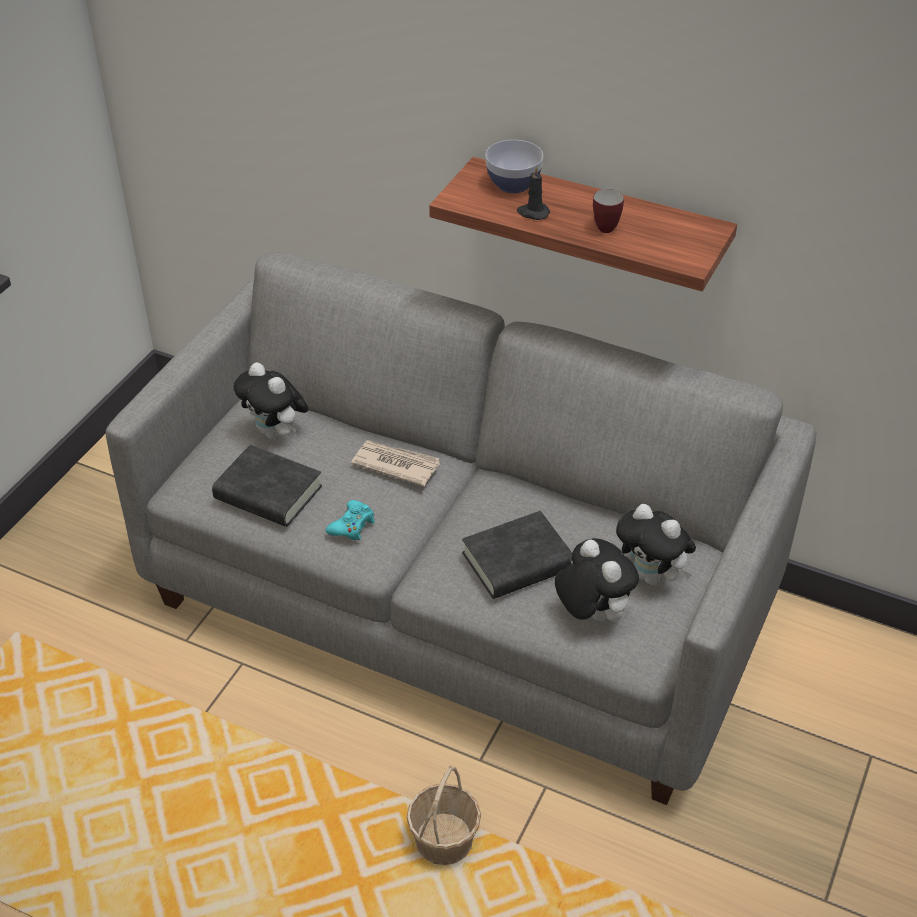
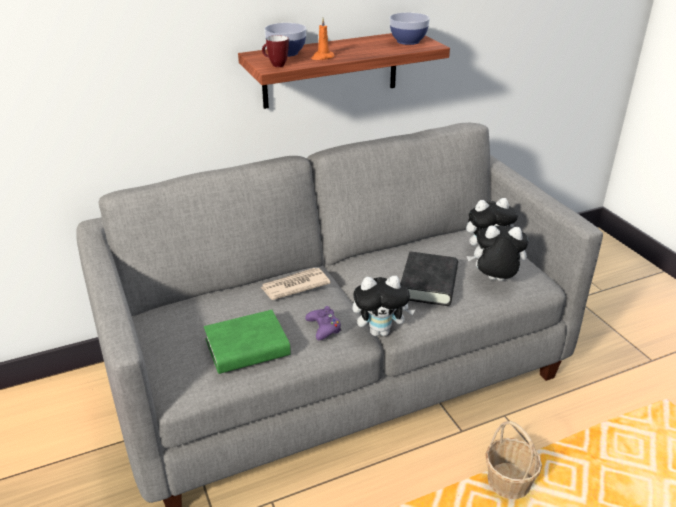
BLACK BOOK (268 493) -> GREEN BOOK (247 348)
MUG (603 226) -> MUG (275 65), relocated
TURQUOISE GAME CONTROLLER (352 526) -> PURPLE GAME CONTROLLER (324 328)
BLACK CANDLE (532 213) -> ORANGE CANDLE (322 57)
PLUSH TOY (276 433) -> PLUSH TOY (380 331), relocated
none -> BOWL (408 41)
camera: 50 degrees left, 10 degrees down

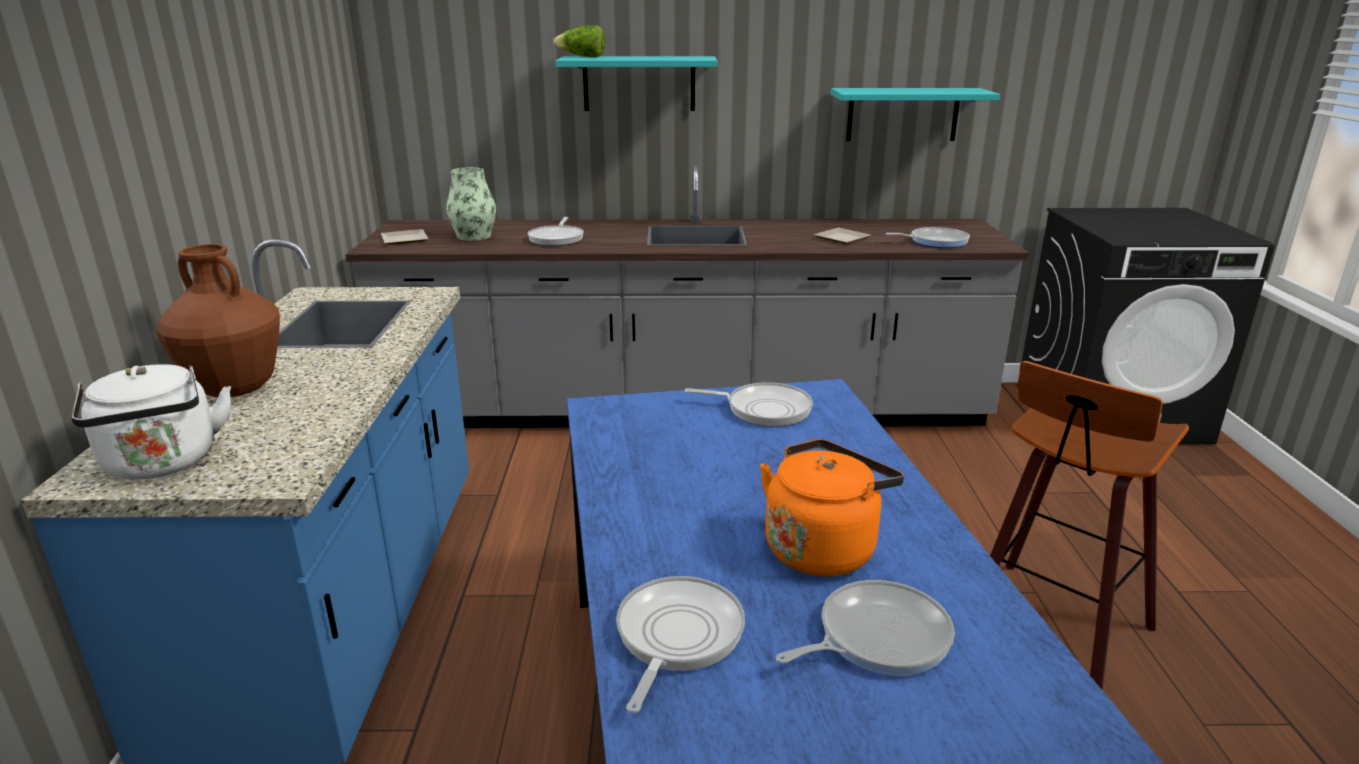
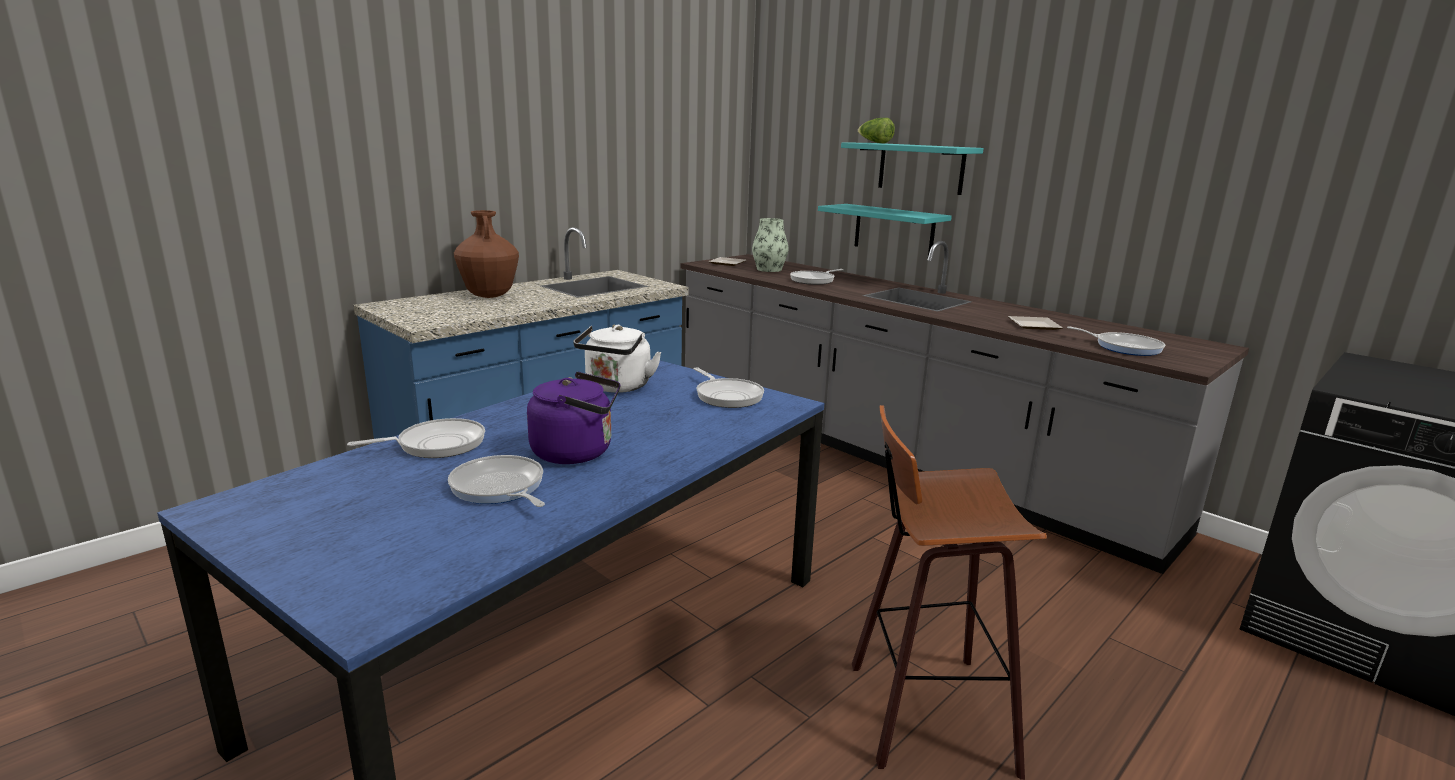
FRYING PAN (877 637) -> FRYING PAN (499 488), 150 degrees counterclockwise
ORANGE KETTLE (823 548) -> PURPLE KETTLE (577 452)
WHITE KETTLE (163 464) -> WHITE KETTLE (617 387), relocated
TURQUOISE SHELF (902 114) -> TURQUOISE SHELF (894 230), relocated
camera: 45 degrees right, 5 degrees down

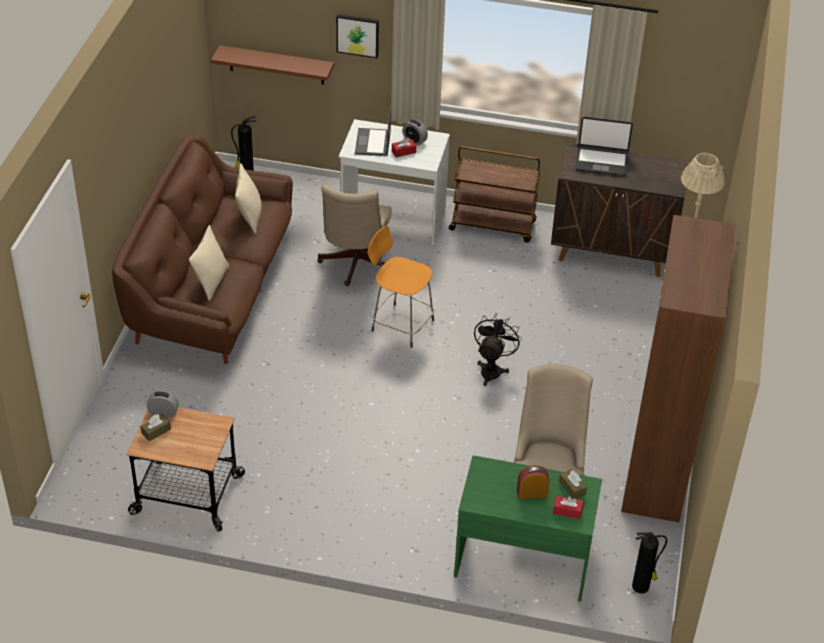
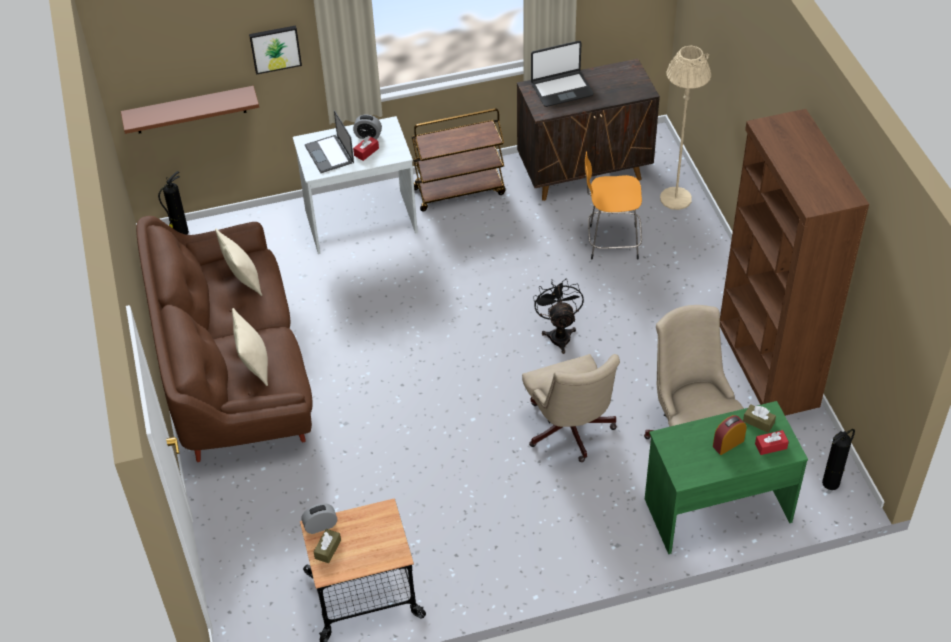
BEIGE OFFICE CHAIR (354 265) -> BEIGE OFFICE CHAIR (570 432), relocated
ORANGE STOOL (400 324) -> ORANGE STOOL (611 242), relocated
camera: 25 degrees left, 5 degrees up

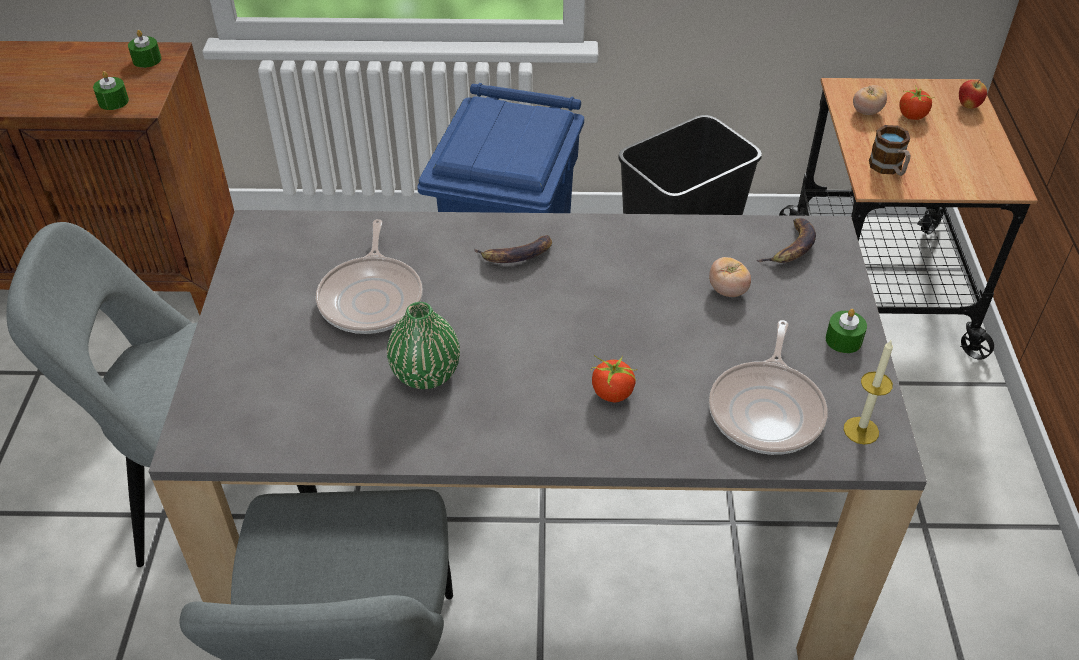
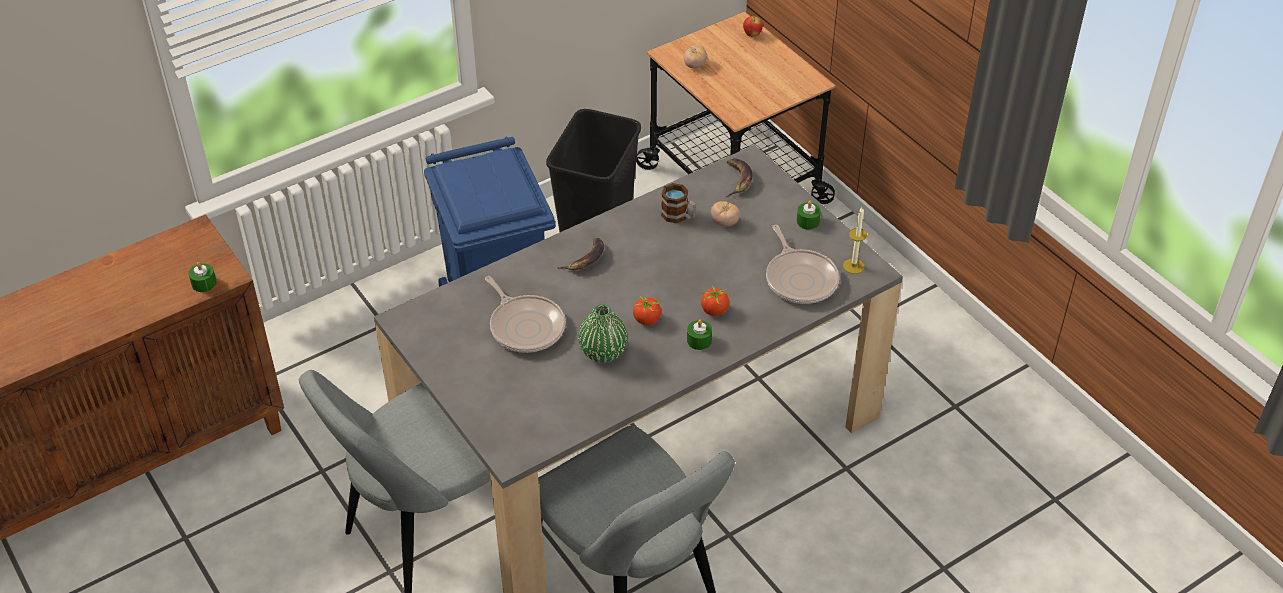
TOMATO (912 116) -> TOMATO (647 320), relocated
MUG (888 169) -> MUG (679 216), relocated
GREEN CANDLE (147 60) -> GREEN CANDLE (699 340), relocated
camera: 35 degrees left, 0 degrees up

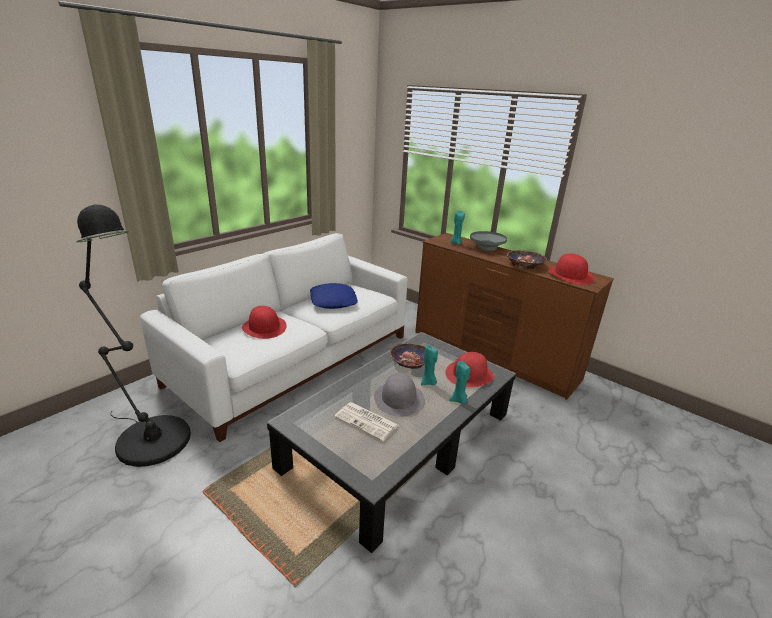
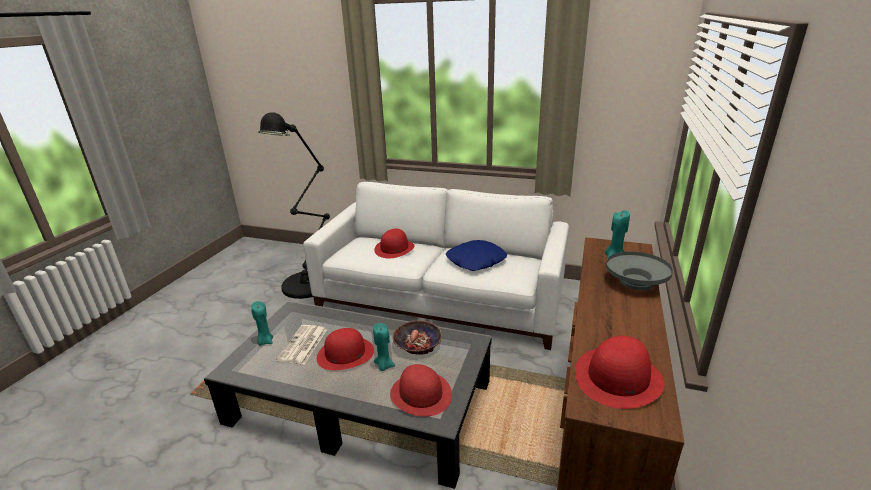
TURQUOISE CANDLE (459 400) -> TURQUOISE CANDLE (265 341), relocated
GREY HAT (399 399) -> RED HAT (345 354)
BOWL (525 264) -> none
camera: 70 degrees right, 0 degrees up

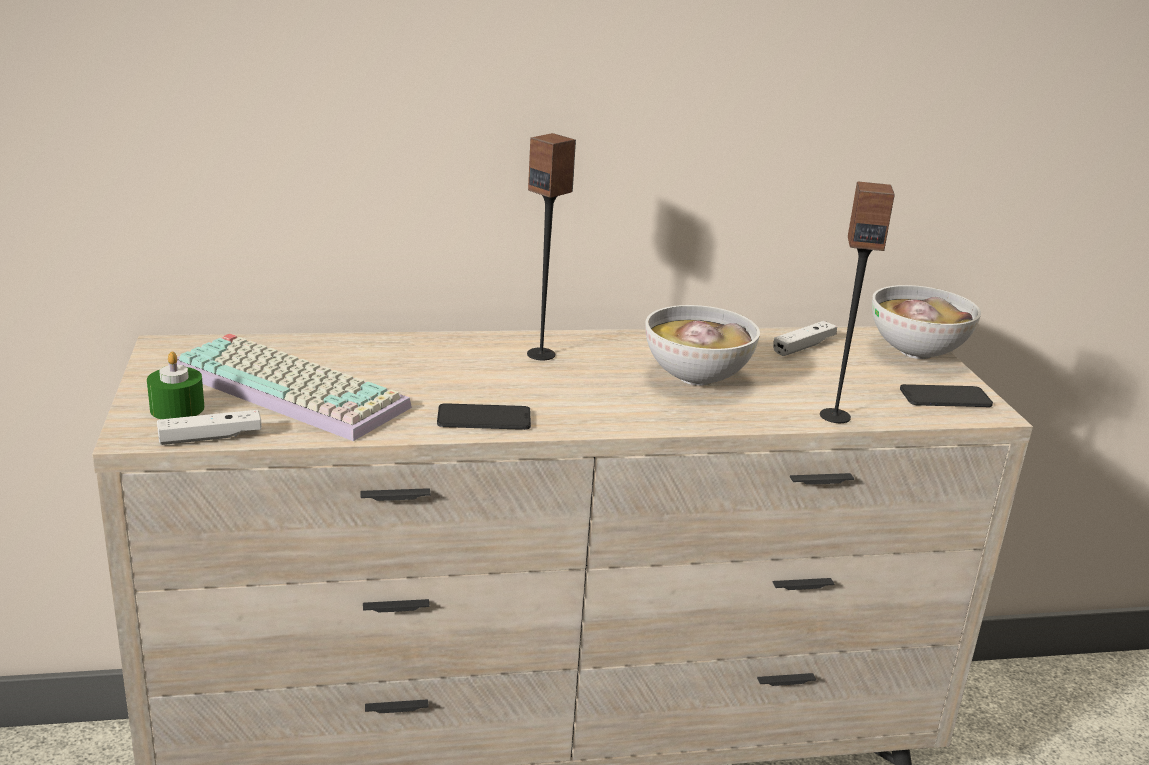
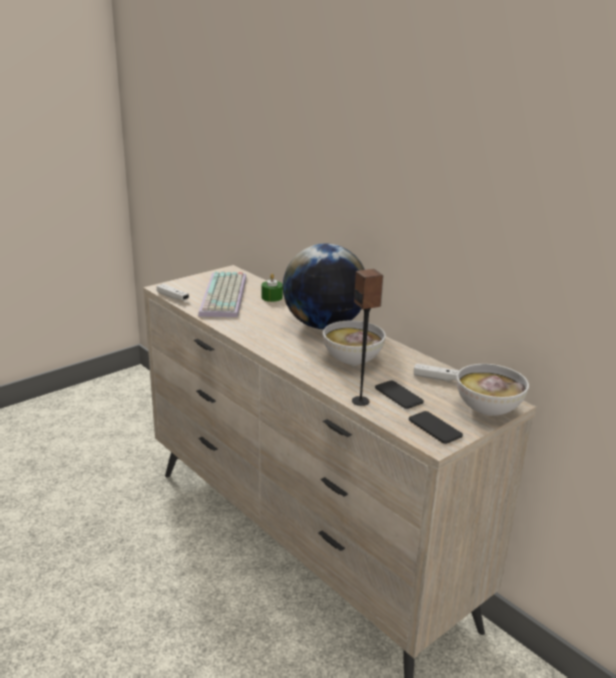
GREEN CANDLE (177 408) -> GREEN CANDLE (272 297), relocated
SPEAKER (541 354) -> GLOBE (323 325)
PHONE (484 418) -> PHONE (398 395), relocated
camera: 60 degrees right, 0 degrees up

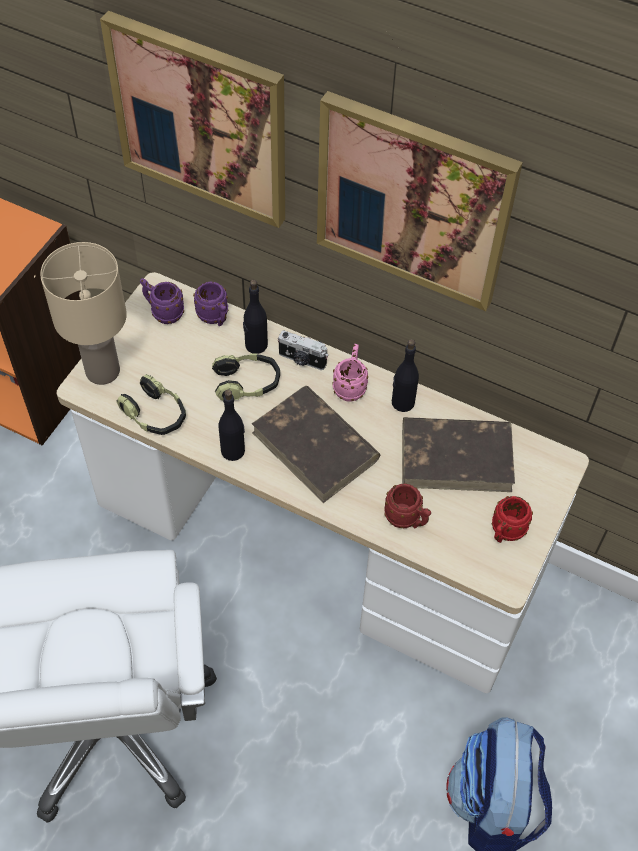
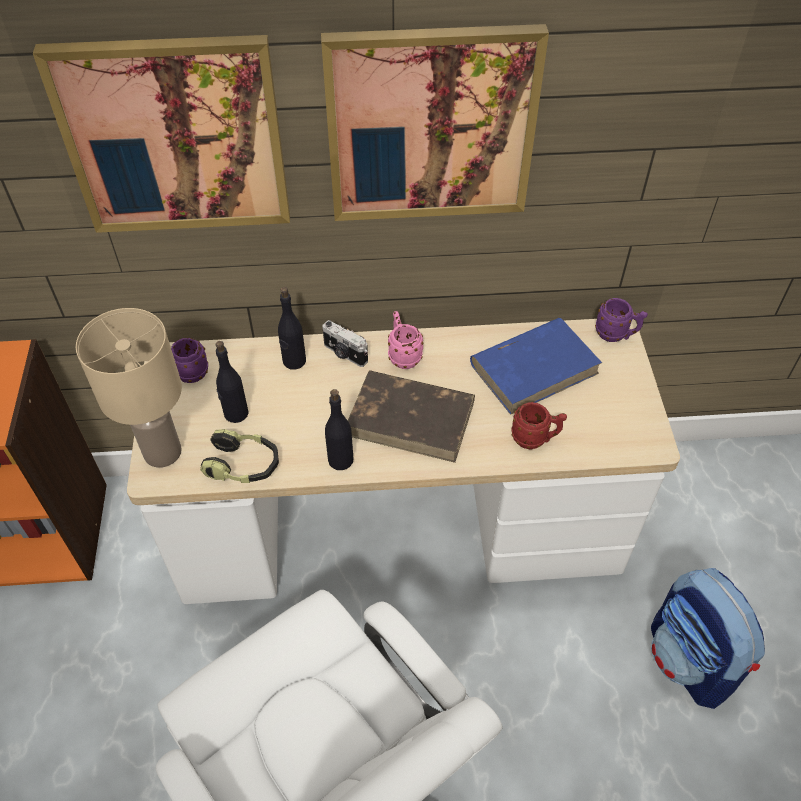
BLACK BOTTLE (402 402) -> BLACK BOTTLE (235 413), relocated
PHOTO CAMERA (302 360) -> PHOTO CAMERA (344 354), 45 degrees clockwise
BROWN BOOK (457 457) -> BLUE BOOK (535 368)
PURPLE MUG (215 318) -> PURPLE MUG (616 335), relocated
HEADPHONES (247 383) -> none
RED MUG (505 533) -> none
camera: 30 degrees left, 5 degrees down

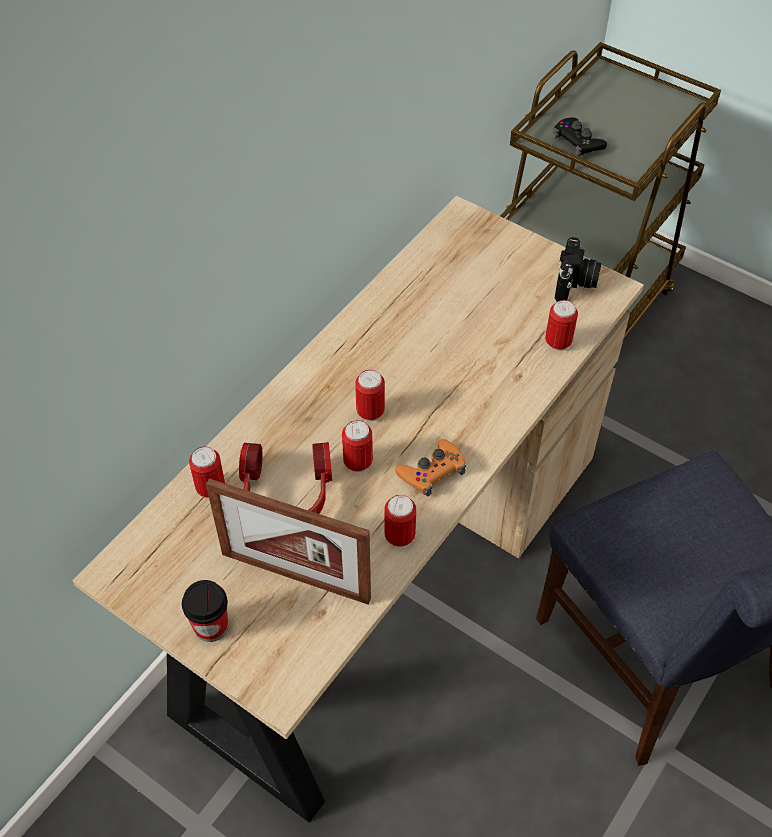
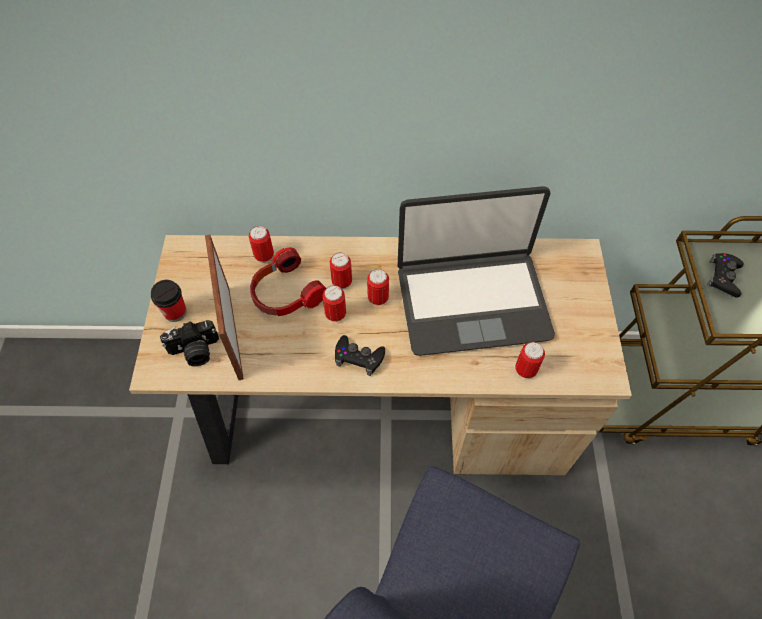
PHOTO CAMERA (575 283) -> PHOTO CAMERA (195 352), relocated
CAN (399 536) -> CAN (342 282), relocated
ORANGE GAME CONTROLLER (432 471) -> BLACK GAME CONTROLLER (359 357)
none -> LAPTOP (472 301)
camera: 55 degrees right, 5 degrees up

